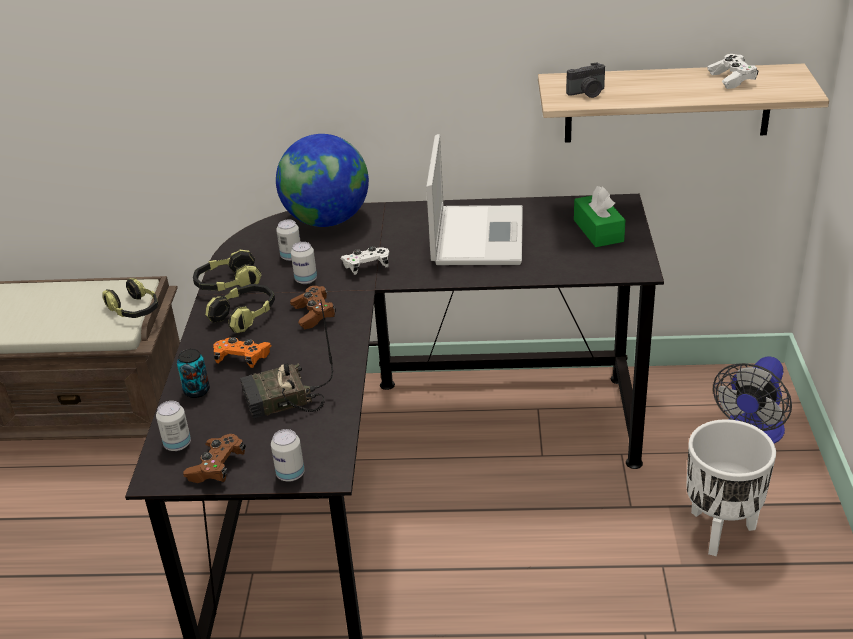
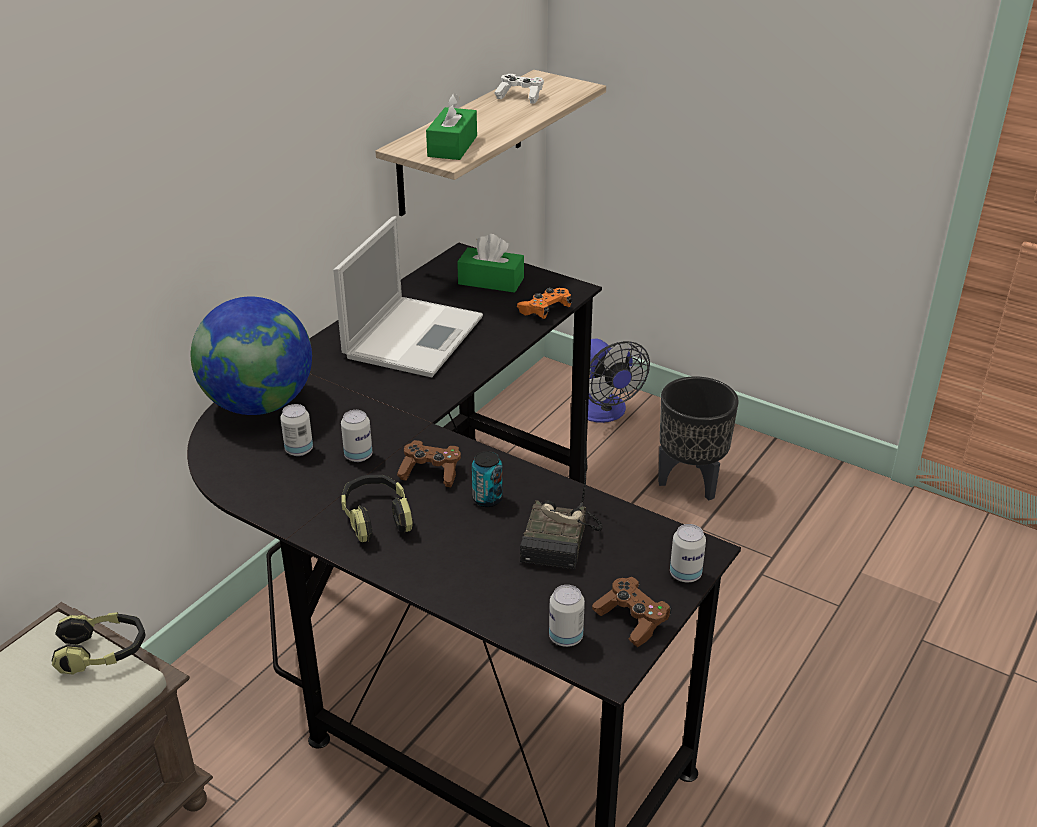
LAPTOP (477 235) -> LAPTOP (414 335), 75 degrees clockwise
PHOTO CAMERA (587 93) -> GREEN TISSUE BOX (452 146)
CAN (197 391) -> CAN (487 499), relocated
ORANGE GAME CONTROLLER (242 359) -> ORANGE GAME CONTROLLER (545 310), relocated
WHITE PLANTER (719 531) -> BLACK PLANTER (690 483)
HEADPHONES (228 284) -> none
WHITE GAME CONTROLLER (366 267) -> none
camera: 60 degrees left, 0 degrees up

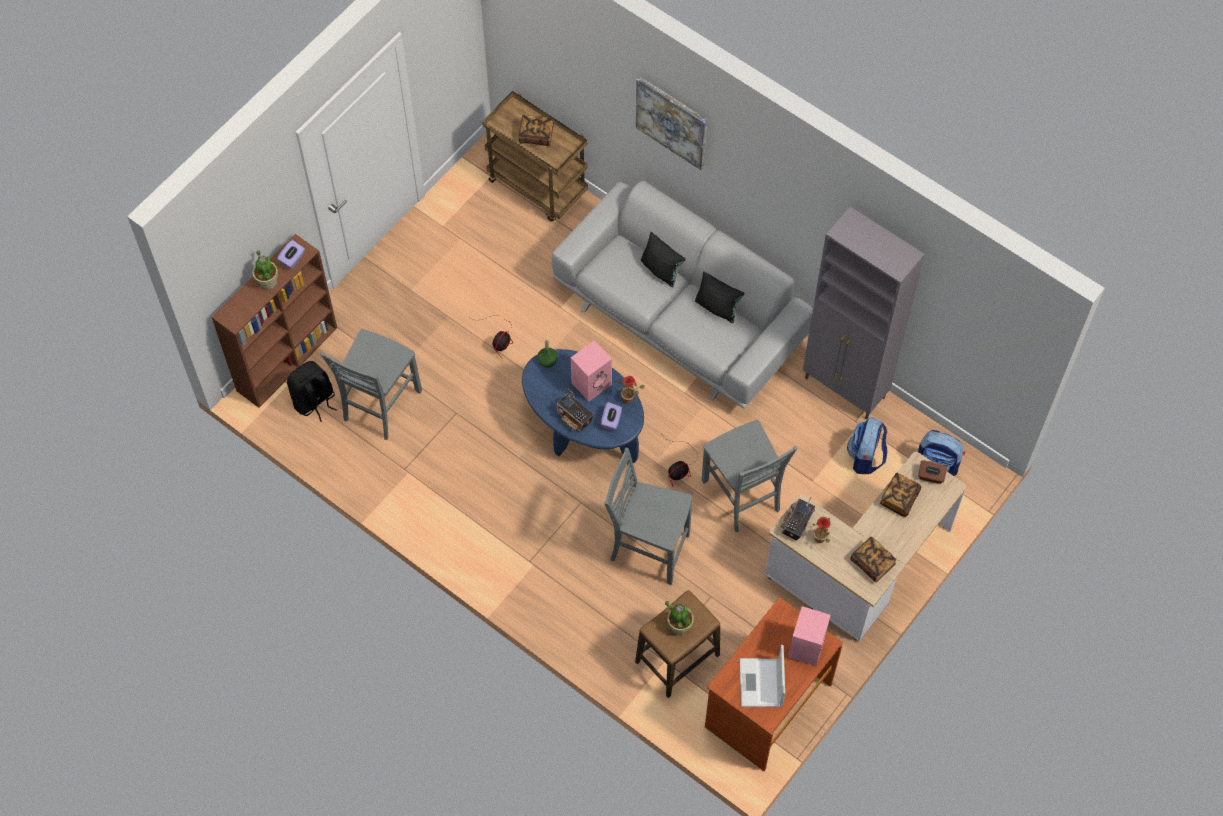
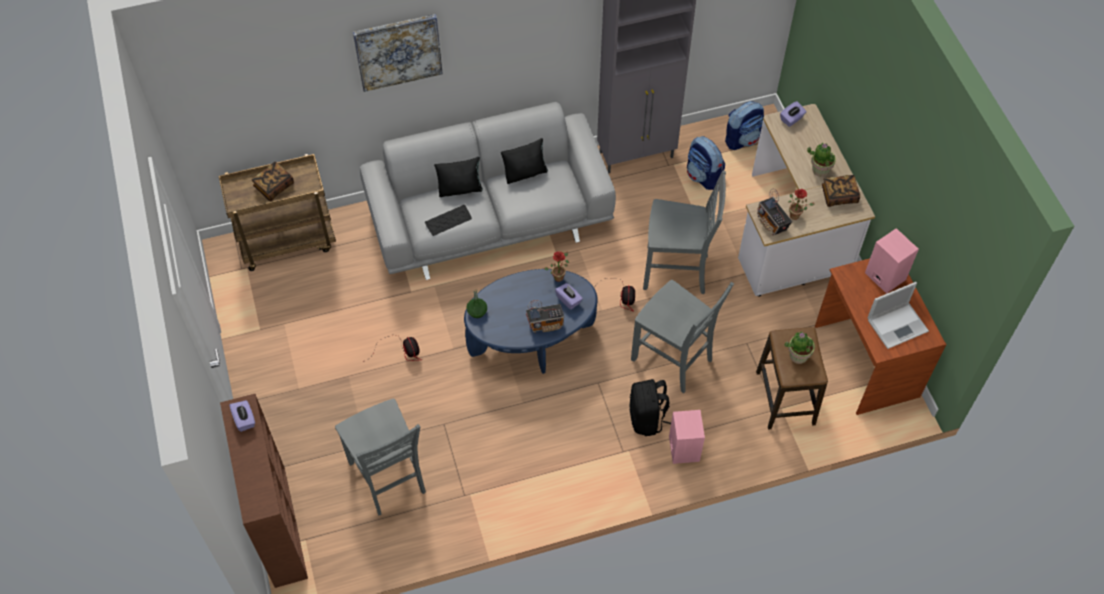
none -> KEYBOARD (448 221)
BLACK BACKPACK (314 401) -> BLACK BACKPACK (647 419), relocated
GREY CHAIR (647 547) -> GREY CHAIR (673 360), 105 degrees counterclockwise
PINK SPEAKER (591 382) -> PINK SPEAKER (683 448), relocated
BROWN TISSUE BOX (931 476) -> PURPLE TISSUE BOX (791 119)
POTTED PLANT (268 281) -> POTTED PLANT (820 170), relocated
LAPTOP (761 684) -> LAPTOP (898 324), 60 degrees counterclockwise
BOOK (899 498) -> none
camera: 55 degrees left, 5 degrees down

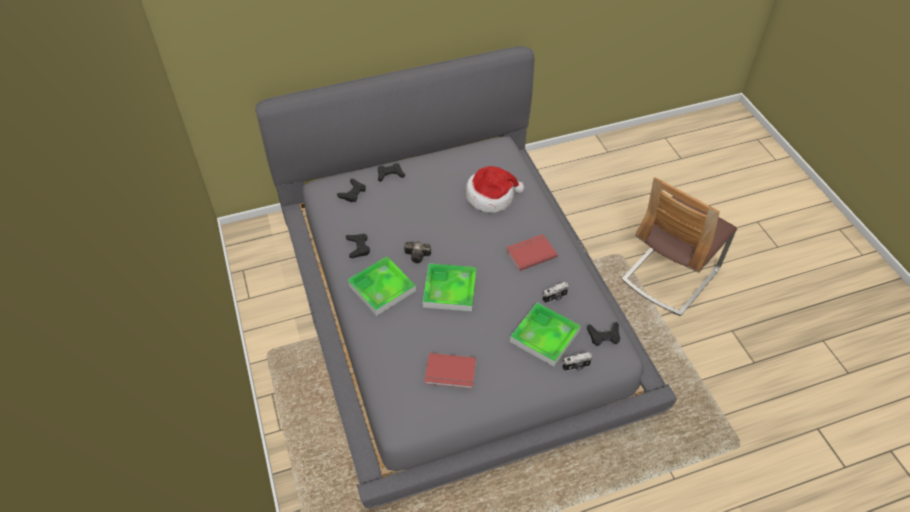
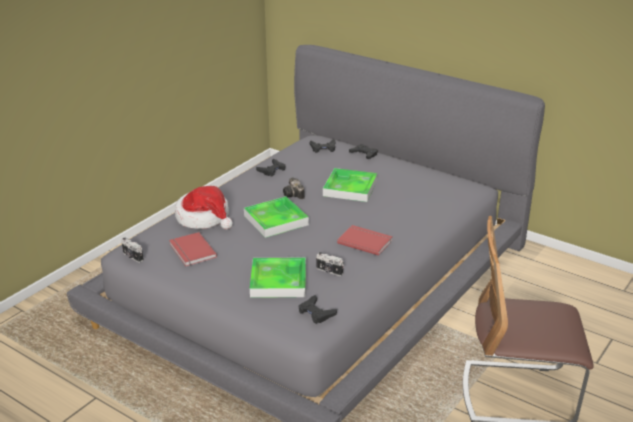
PHOTO CAMERA (576 367) -> PHOTO CAMERA (132 257), relocated
HAT (491 196) -> HAT (204 218), relocated
TRAY (382 288) -> TRAY (350 188), relocated
camera: 55 degrees right, 20 degrees down

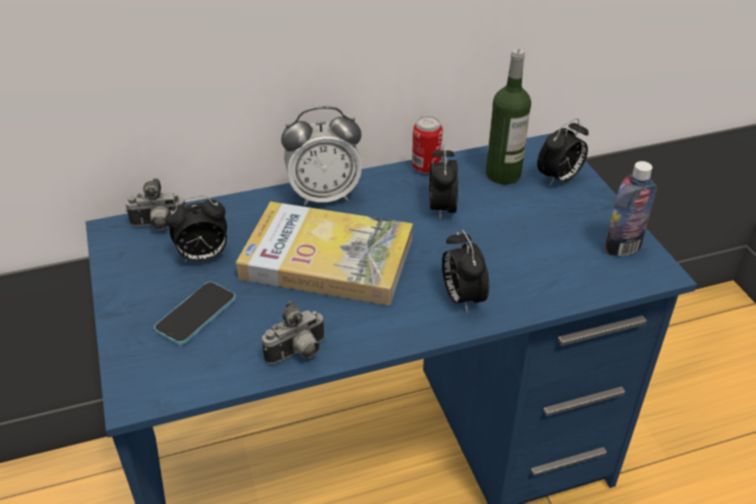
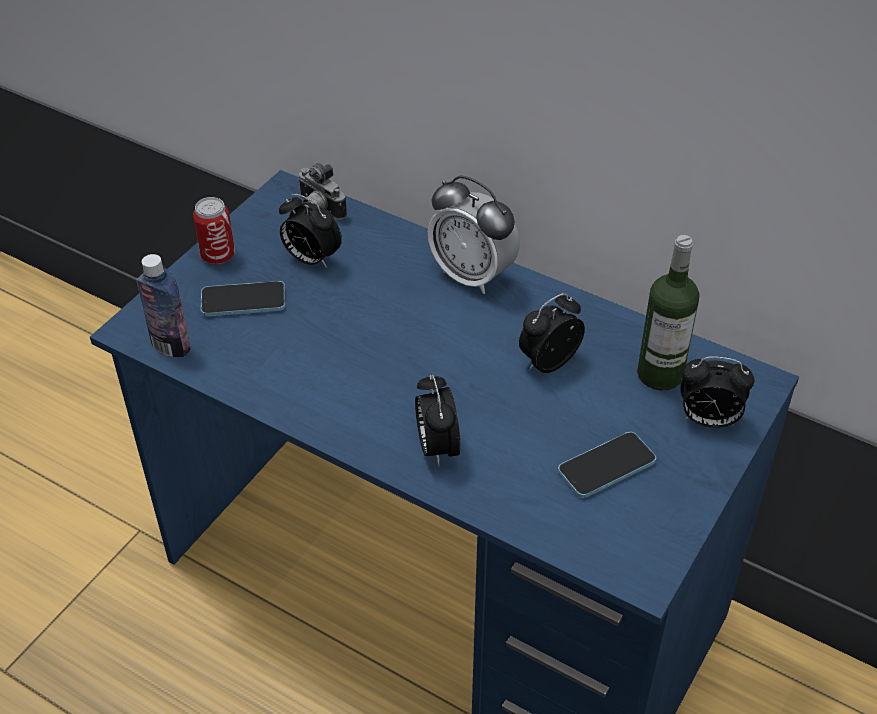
BOTTLE (622 248) -> BOTTLE (170 346), relocated
CAN (426 167) -> CAN (218 256), relocated
ALARM CLOCK (461 297) -> ALARM CLOCK (437 447), 45 degrees counterclockwise
none -> PHONE (606 466)
BOOK (327 258) -> none
PHOTO CAMERA (298 353) -> none
camera: 50 degrees right, 5 degrees up

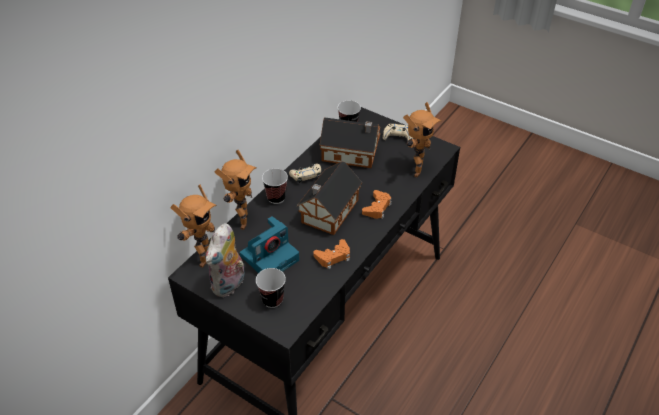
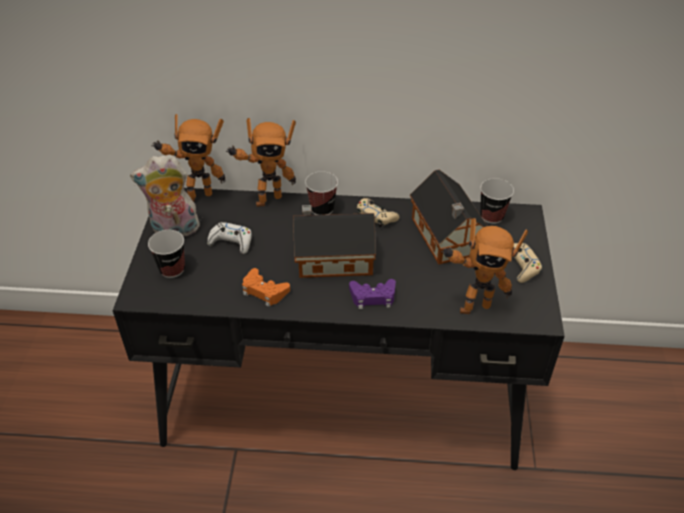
PHOTO CAMERA (270 257) -> WHITE GAME CONTROLLER (231 242)
ORANGE GAME CONTROLLER (377 208) -> PURPLE GAME CONTROLLER (373 297)
camera: 60 degrees right, 0 degrees up

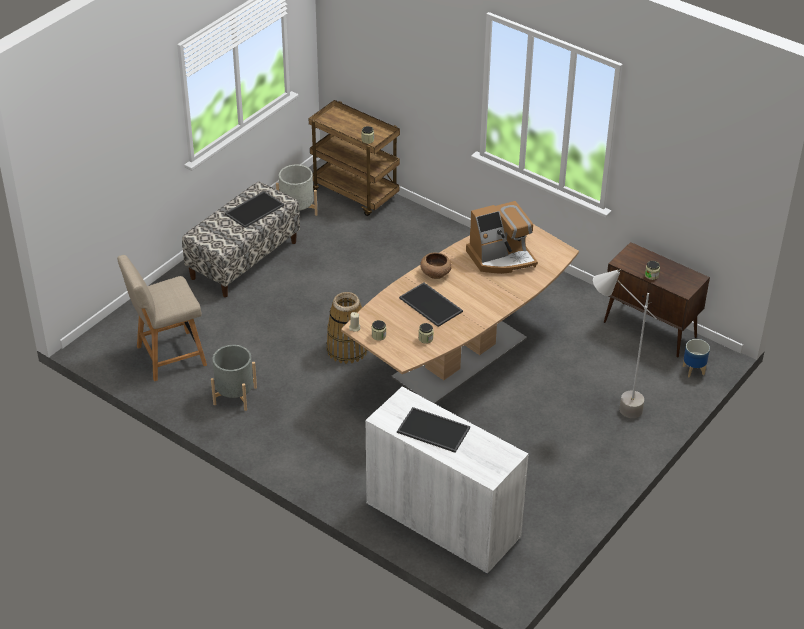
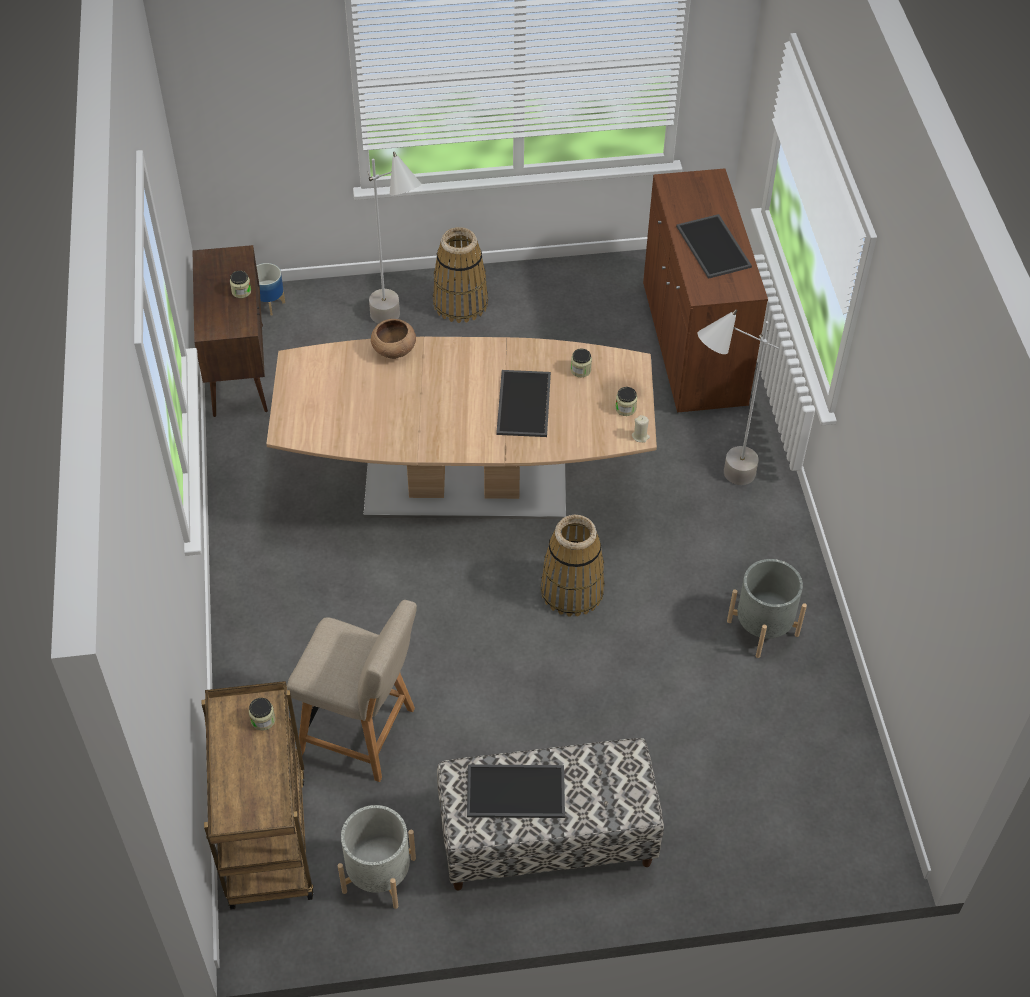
BEIGE CHAIR (167 357) -> BEIGE CHAIR (362 733), relocated
BROWN BOWL (435 273) -> BROWN BOWL (393 350), relocated
none -> BASKET (460 303)
WHITE CABINET (443 521) -> BROWN CABINET (693 344)
none -> GREY FLOOR LAMP (717 483)
COFFEE MACHINE (501 258) -> none
camera: 135 degrees left, 10 degrees up

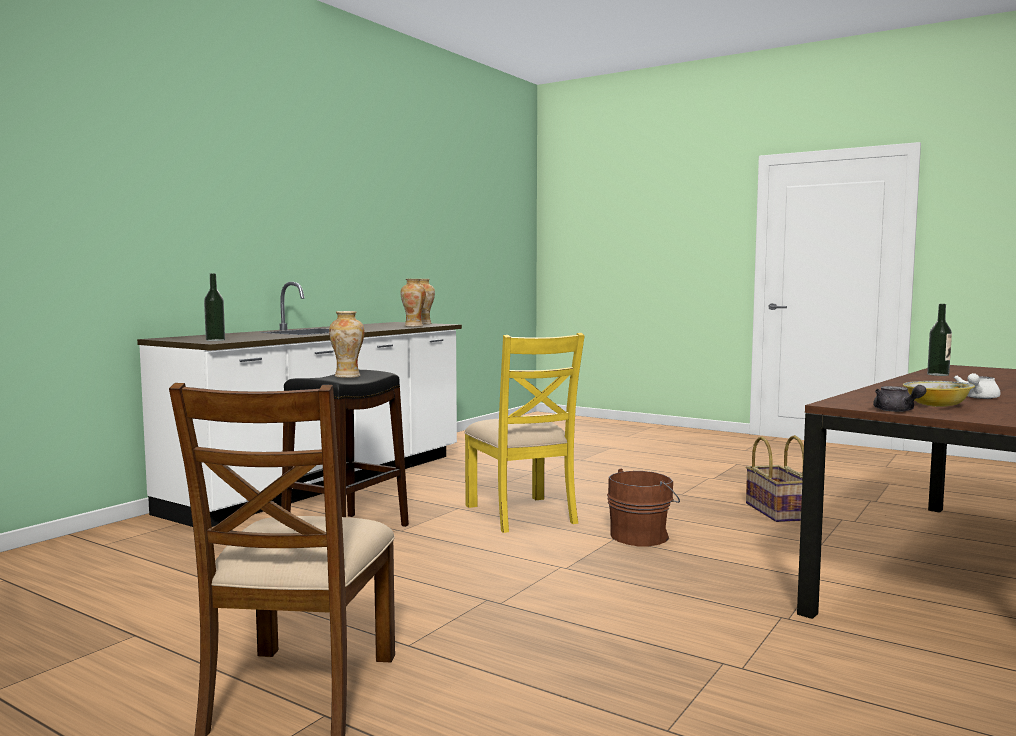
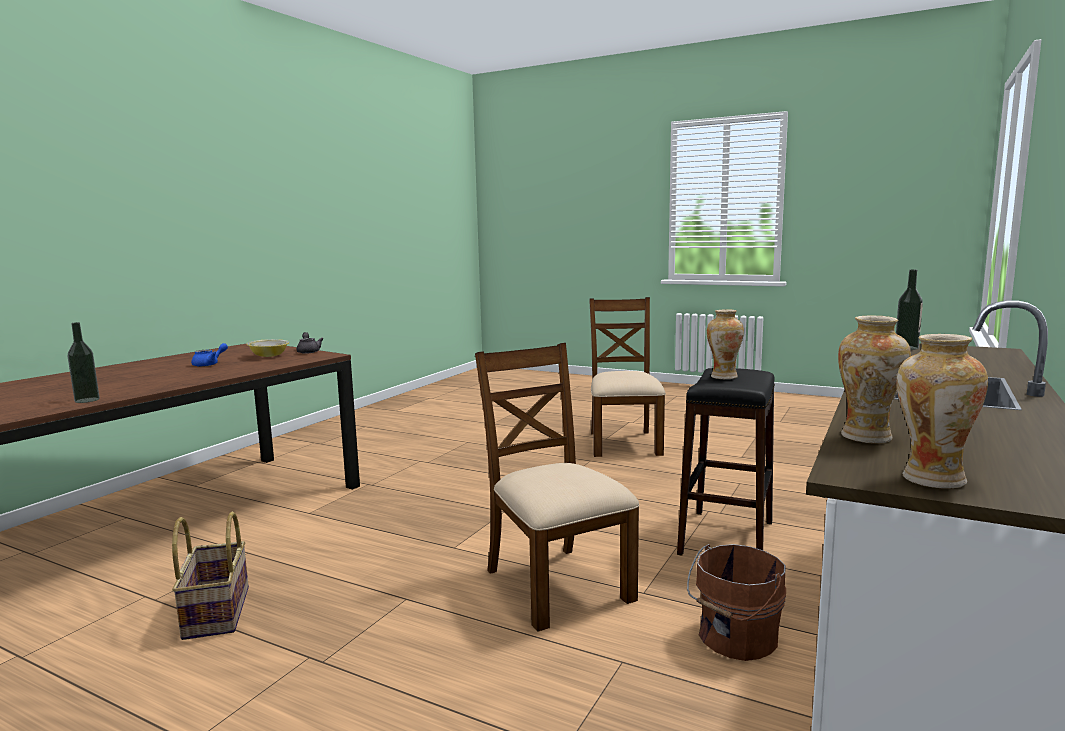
WHITE TEAPOT (977 398) -> BLUE TEAPOT (209 364)
YELLOW CHAIR (522 514) -> BROWN CHAIR (556 584)
BROWN BUCKET (642 536) -> BROWN BUCKET (735 638), relocated
camera: 175 degrees right, 5 degrees up

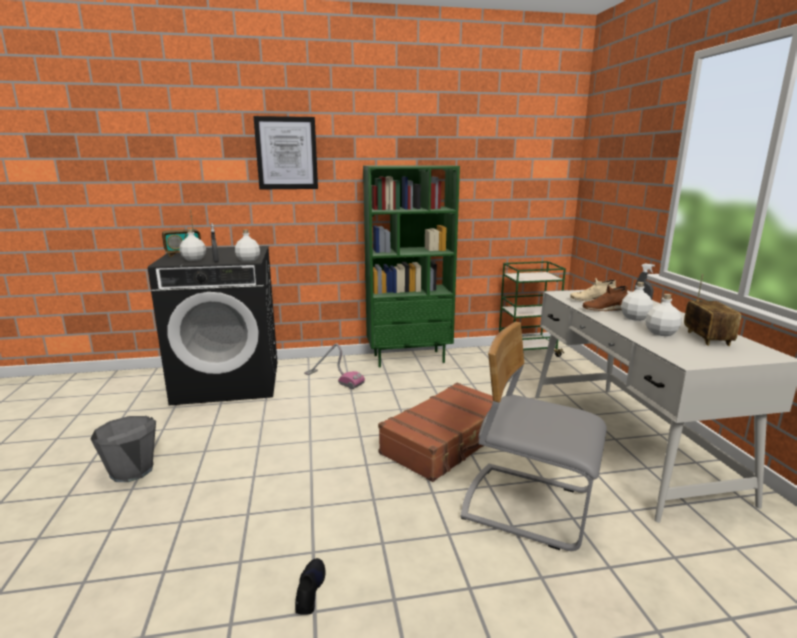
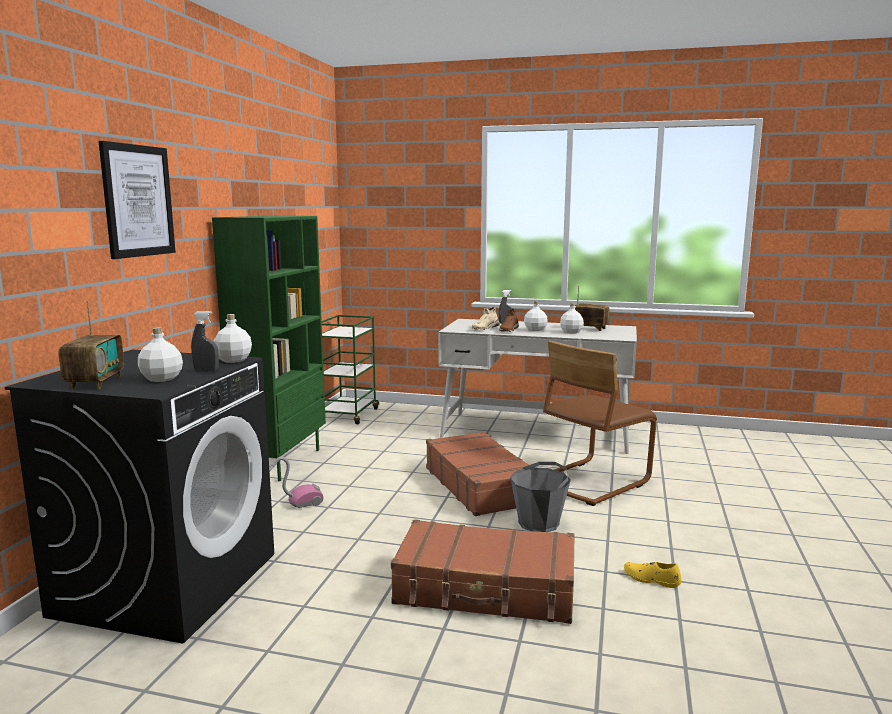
none -> BROWN SUITCASE (486 589)
GREY BUCKET (132 471) -> GREY BUCKET (539 523), relocated
GREY CHAIR (528 505) -> BROWN CHAIR (591 481)
BLACK SHOE (309 590) -> YELLOW SHOE (651 579)
camera: 65 degrees left, 5 degrees down

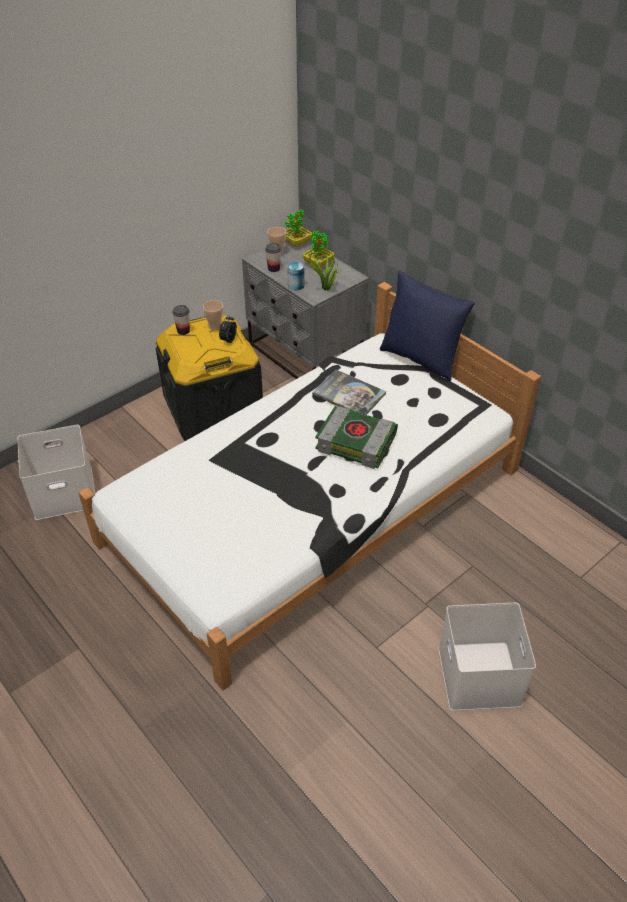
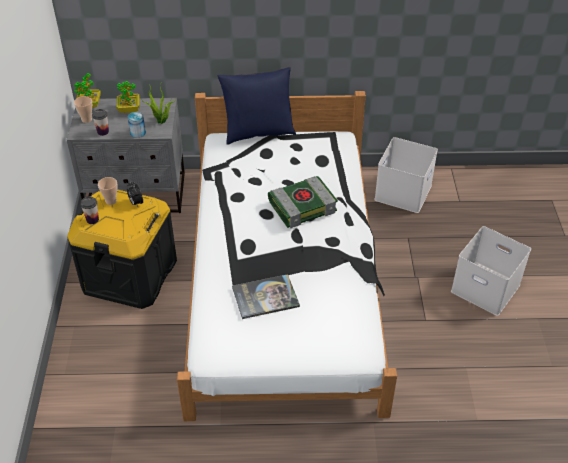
BOOK (349 394) -> BOOK (265 297), relocated
WHITE STORAGE BOX (65 491) -> WHITE STORAGE BOX (402 191), relocated
camera: 50 degrees left, 0 degrees up

